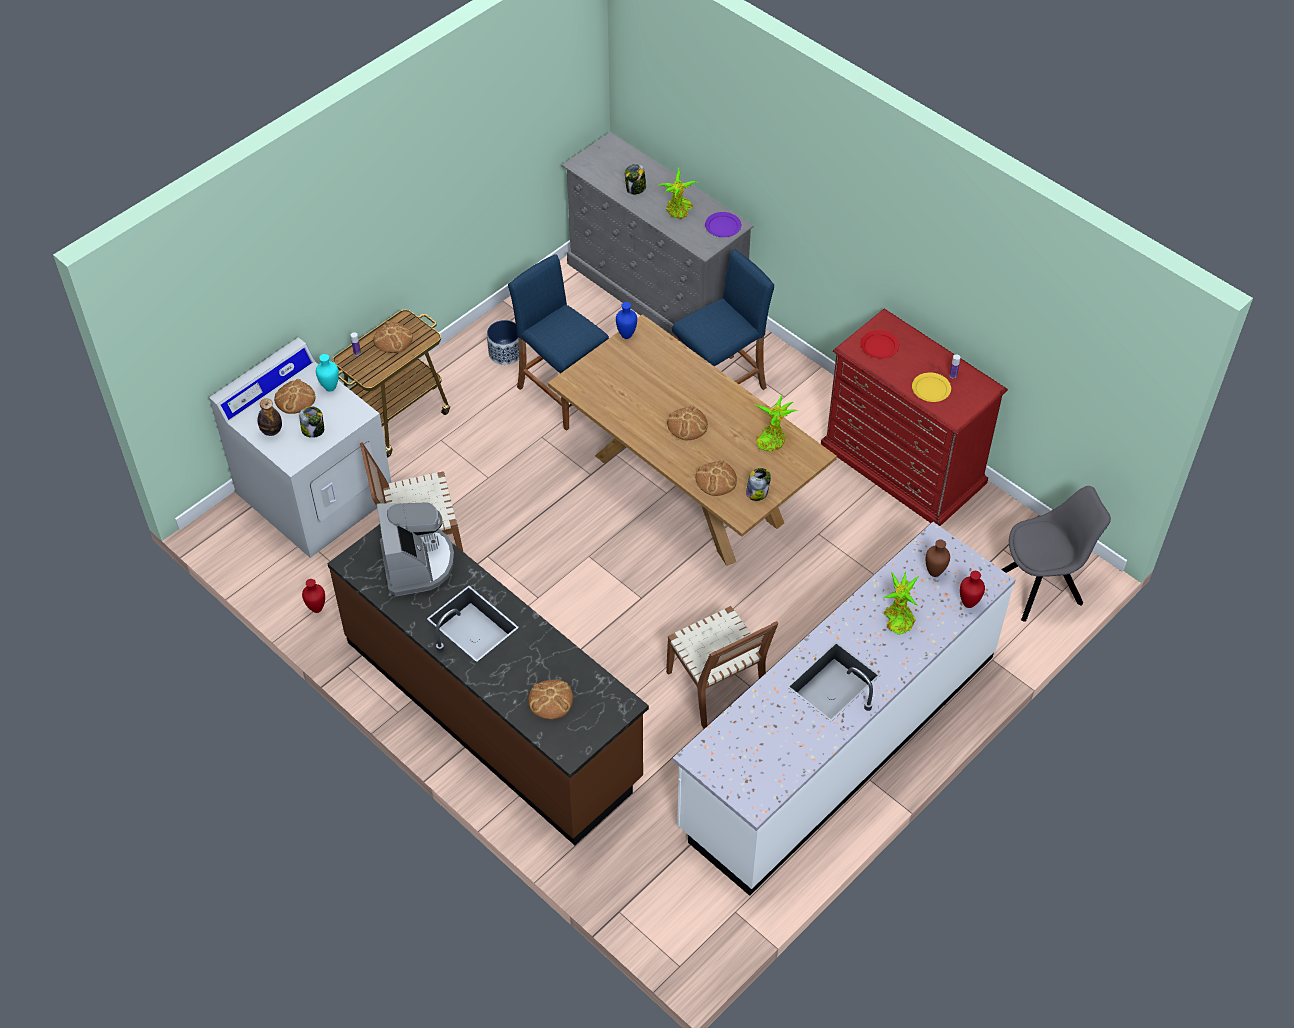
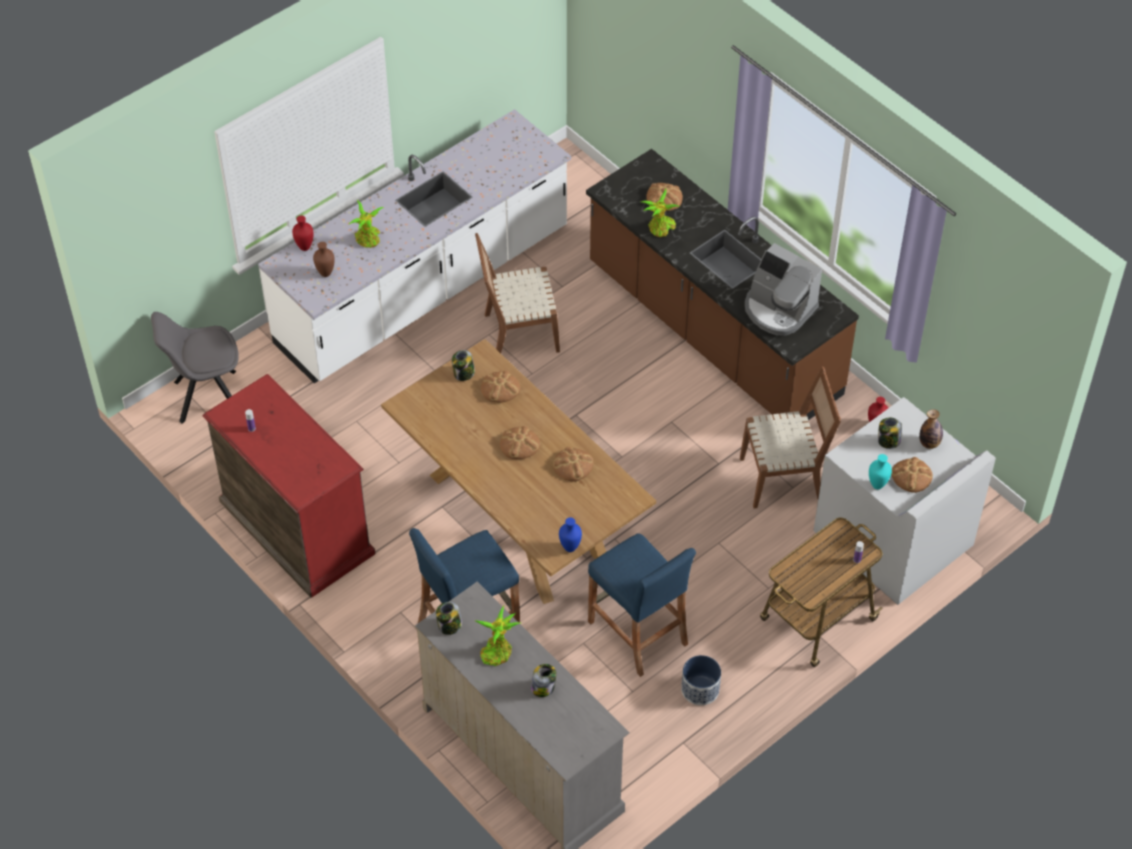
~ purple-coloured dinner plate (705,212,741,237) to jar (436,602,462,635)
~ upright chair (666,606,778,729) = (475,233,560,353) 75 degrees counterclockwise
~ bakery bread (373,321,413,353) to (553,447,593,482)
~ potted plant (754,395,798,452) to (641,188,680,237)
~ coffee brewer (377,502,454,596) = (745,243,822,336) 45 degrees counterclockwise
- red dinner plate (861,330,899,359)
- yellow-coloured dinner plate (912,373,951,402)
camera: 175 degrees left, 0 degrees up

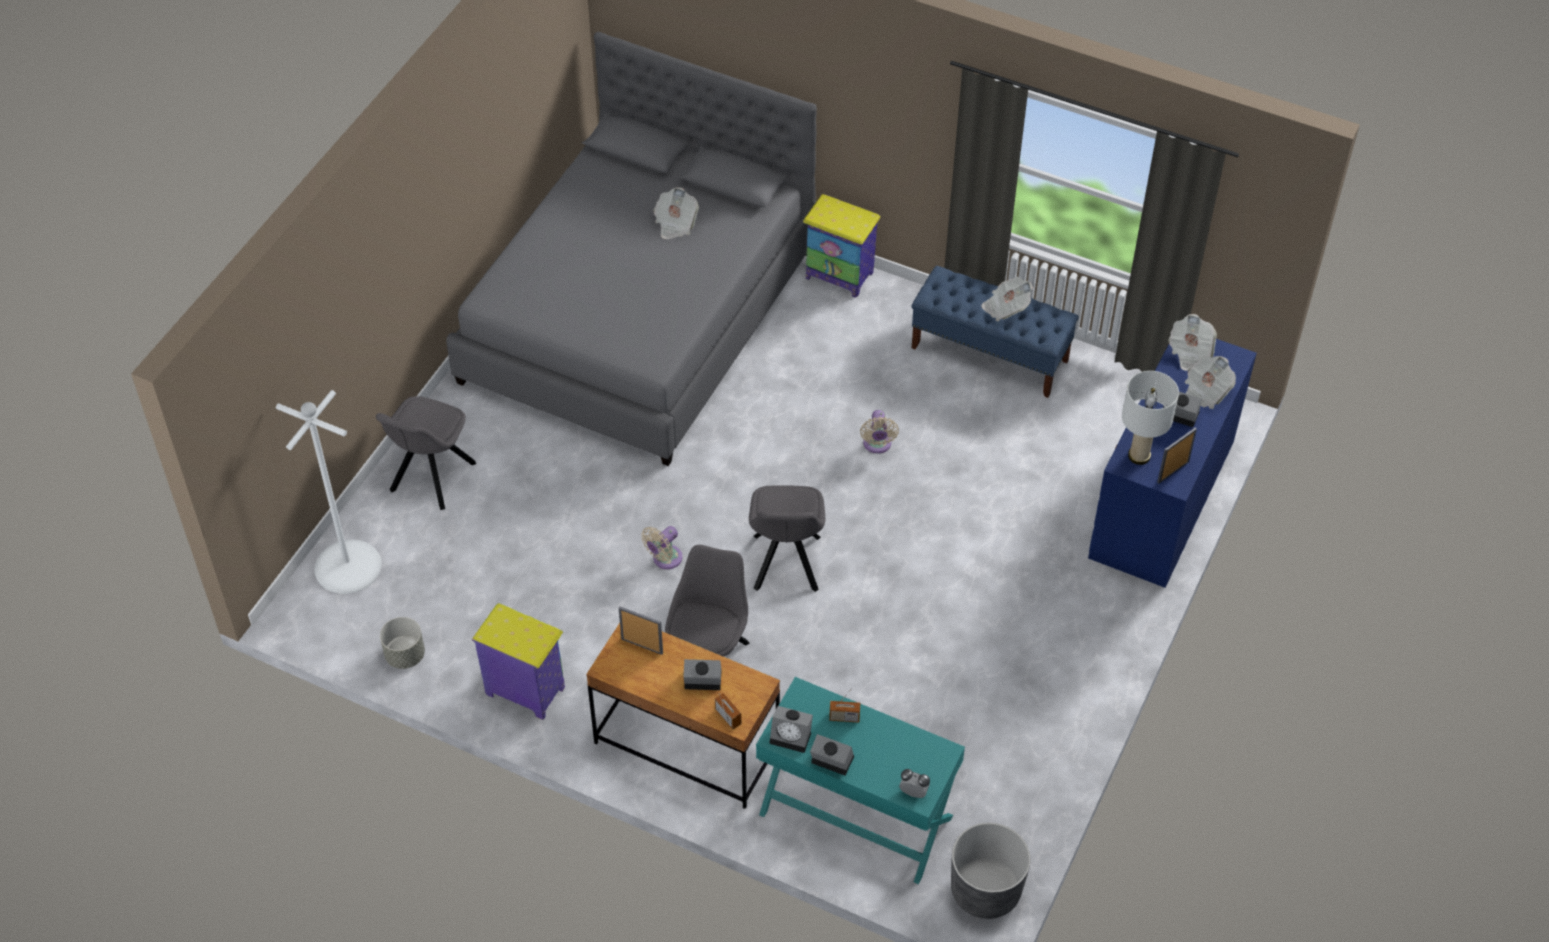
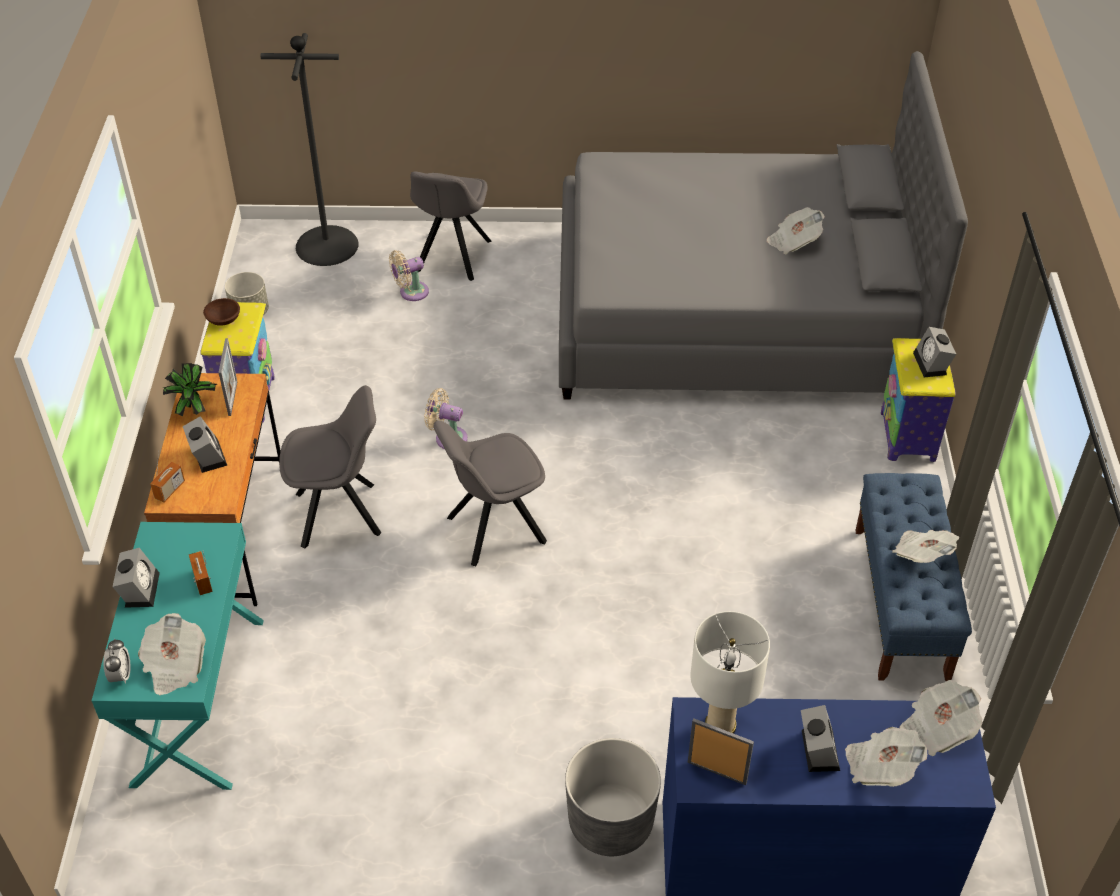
+ printed paper (138,613,206,695)
+ potted plant (163,363,217,416)
+ brown-coloured bowl (203,298,240,326)
~ whitish garment rack (276,390,382,594) to blackish garment rack (261,33,358,266)
~ beige cooling fan (860,410,899,453) to (389,250,429,301)
~ gray upright chair (376,396,476,510) = (410,171,492,281) 75 degrees counterclockwise
~ gray plant pot (951,823,1030,919) to (565,738,661,856)
~ alarm clock (769,706,813,753) to (913,327,956,377)
camera: 65 degrees right, 5 degrees down

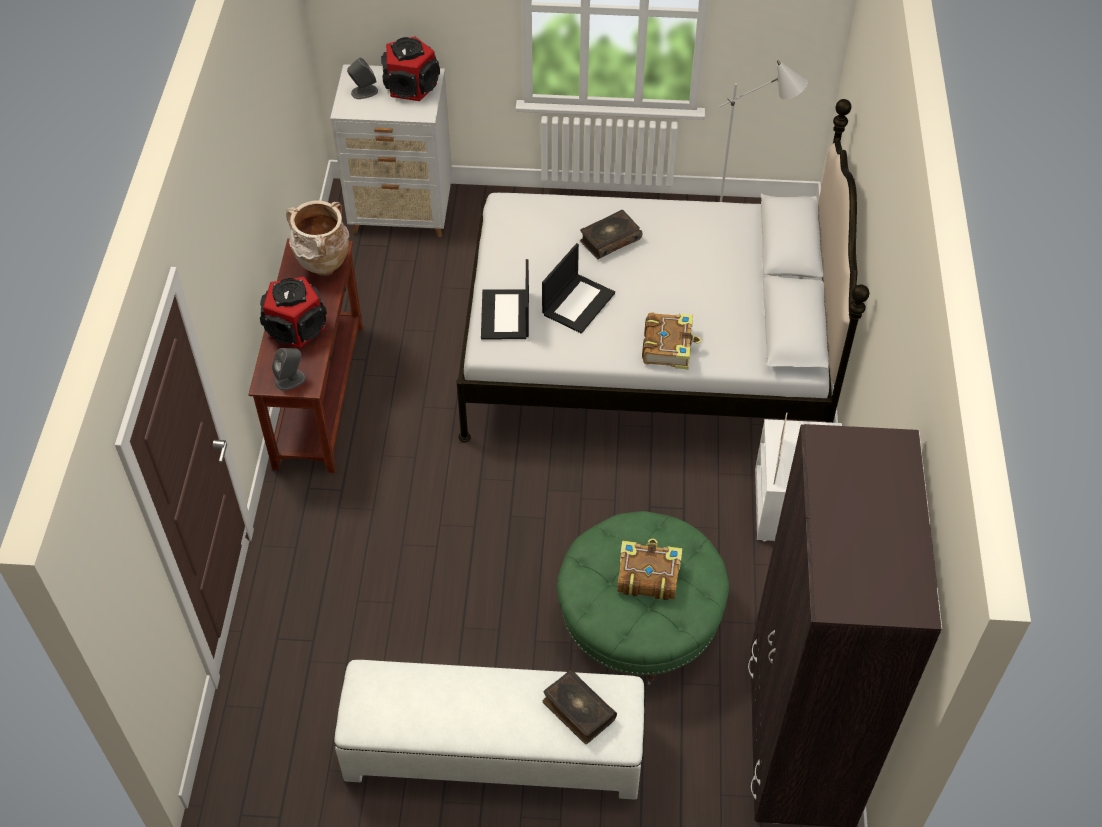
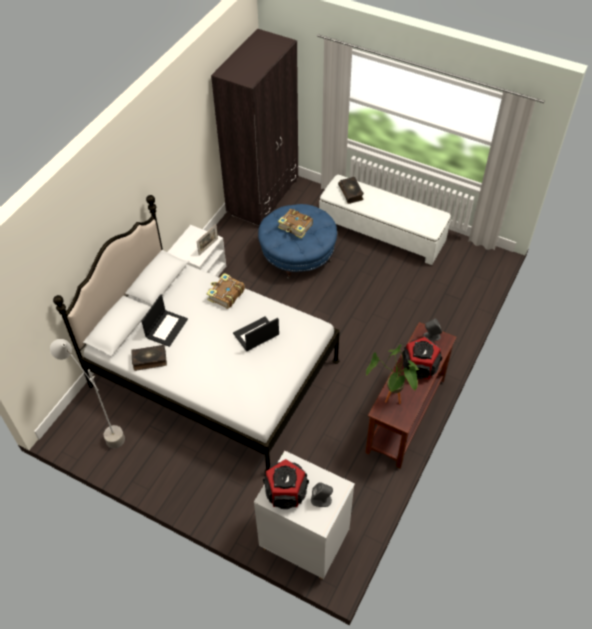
~ bound book (580,210,642,259) to (131,345,167,371)
~ notebook computer (481,259,529,339) to (141,294,188,347)
~ greenish footrest (557,511,729,686) to bluish footrest (258,204,337,279)
~ beige decorative vase (286,200,349,276) to potted plant (366,344,419,404)
camera: 155 degrees left, 0 degrees up

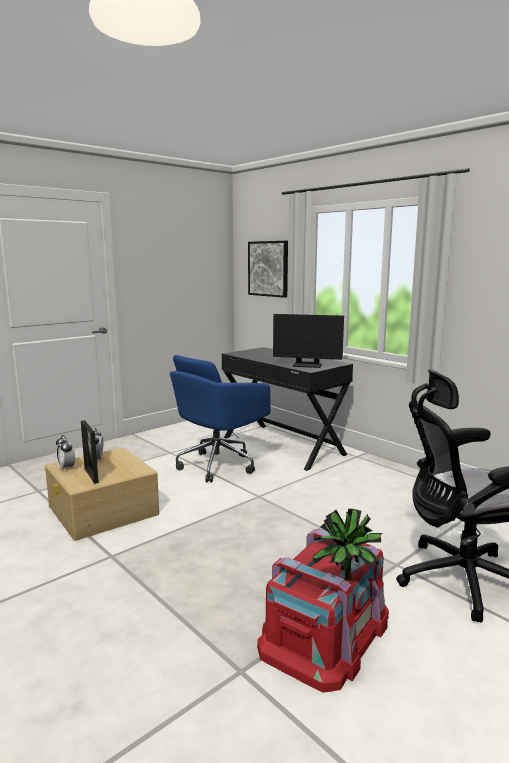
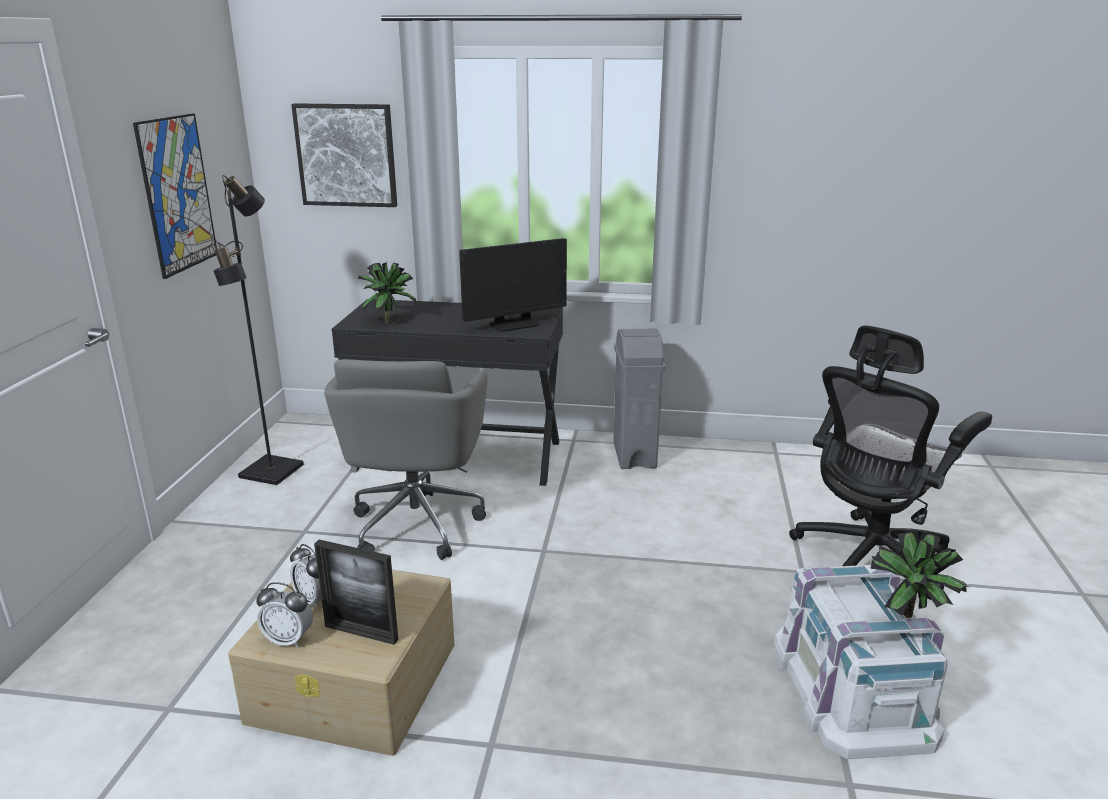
+ wall picture (133,113,217,279)
+ blackish standard lamp (213,175,304,485)
~ bluish desk chair (170,355,270,483) to gray desk chair (324,359,488,560)
+ potted plant (358,262,416,323)
+ gray trash can (613,329,665,469)
~ red storage bin (257,528,389,693) to whitish storage bin (774,565,948,759)
camera: 40 degrees left, 10 degrees up

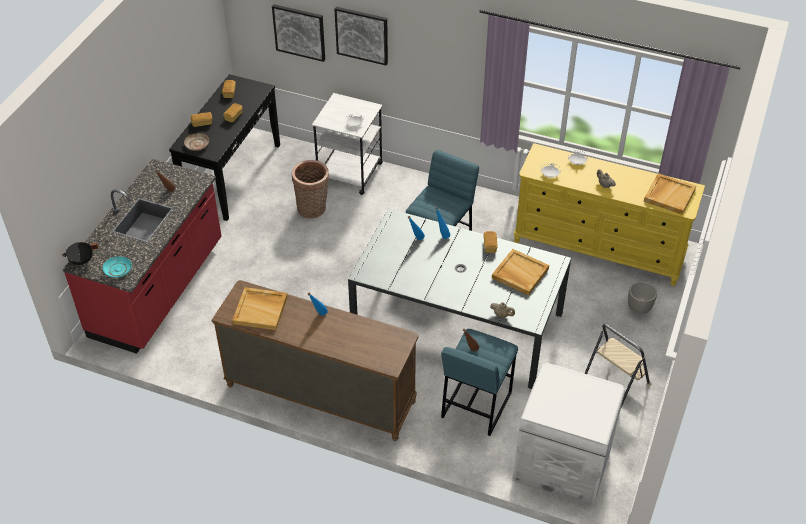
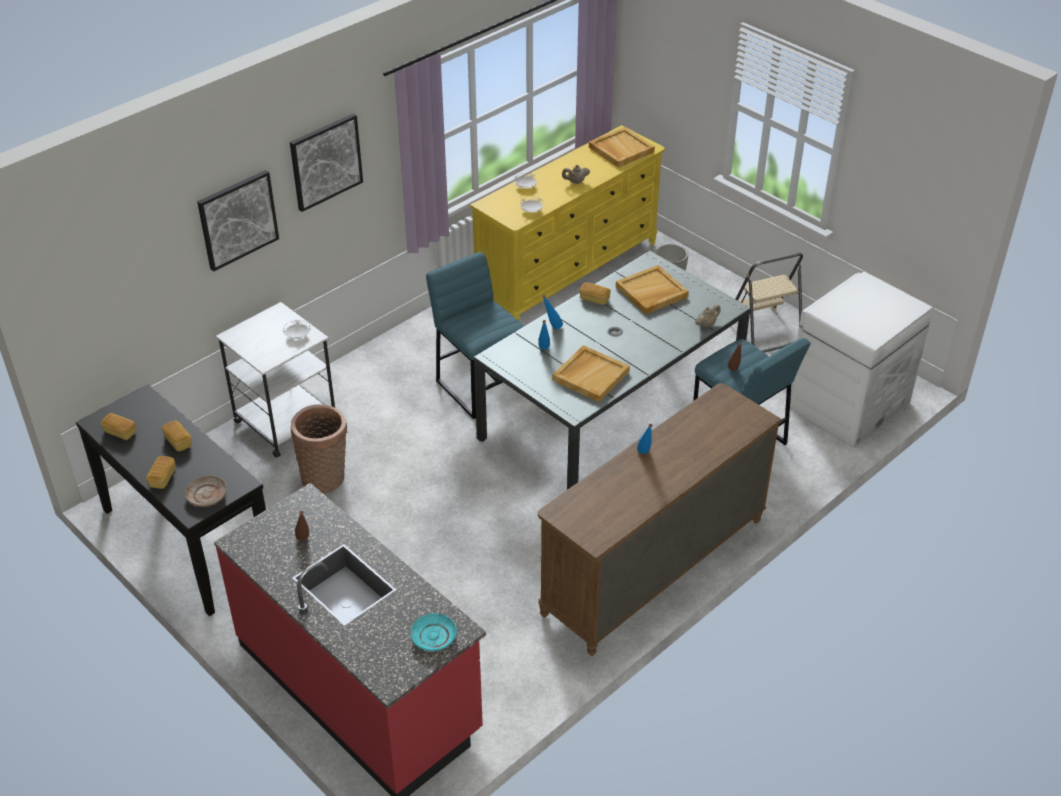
~ wall picture (272,4,325,62) to (290,113,363,212)
~ beige serving tray (232,287,288,330) to (552,345,630,402)
- blackish cooking pot (62,242,99,265)
camera: 65 degrees left, 5 degrees down

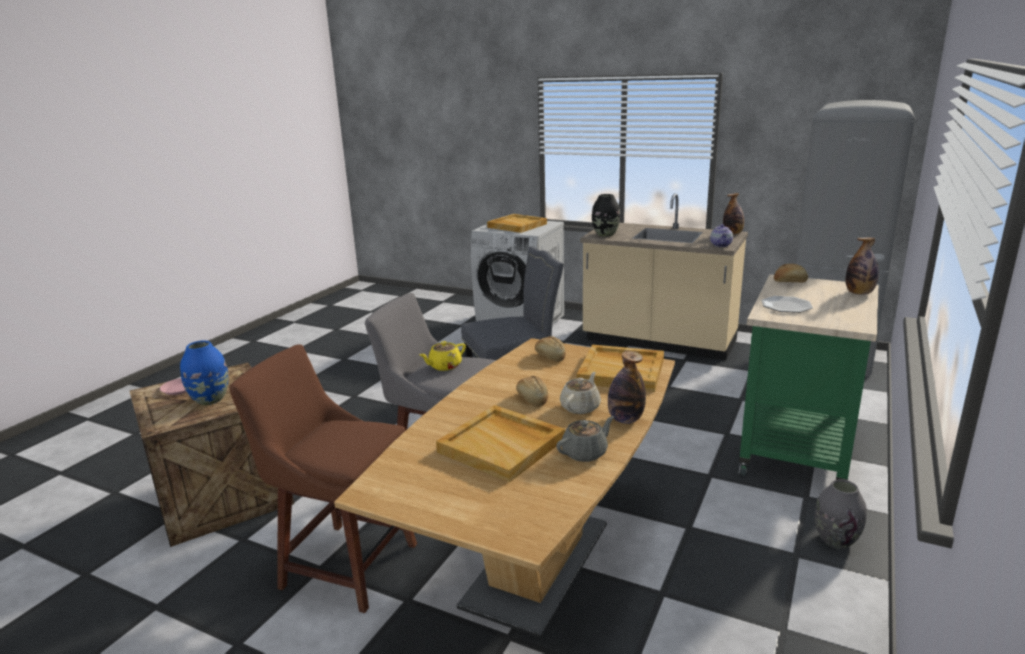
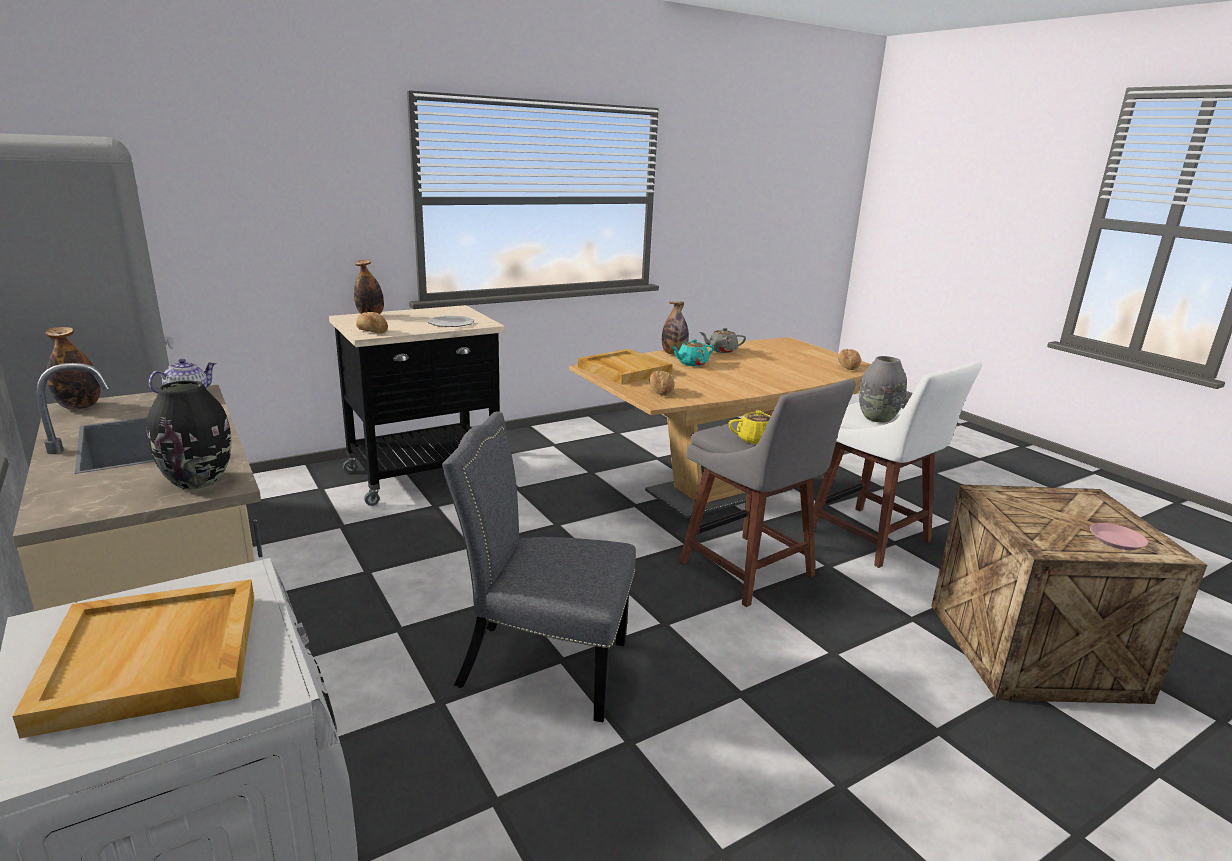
~ greenish trolley (738,274,878,481) to blackish trolley (329,305,505,506)
~ beige tea pot (560,372,601,414) to blue-green tea pot (672,339,714,366)
~ brown-coloured stool (229,344,417,613) to whitish stool (814,361,982,568)
~ bakery bread (516,376,548,407) to (838,349,861,370)
~ gray decorative vase (815,479,867,549) to (859,356,907,423)
- bluish decorative vase (180,340,229,405)
- beige serving tray (436,405,565,482)
camera: 150 degrees left, 0 degrees up

